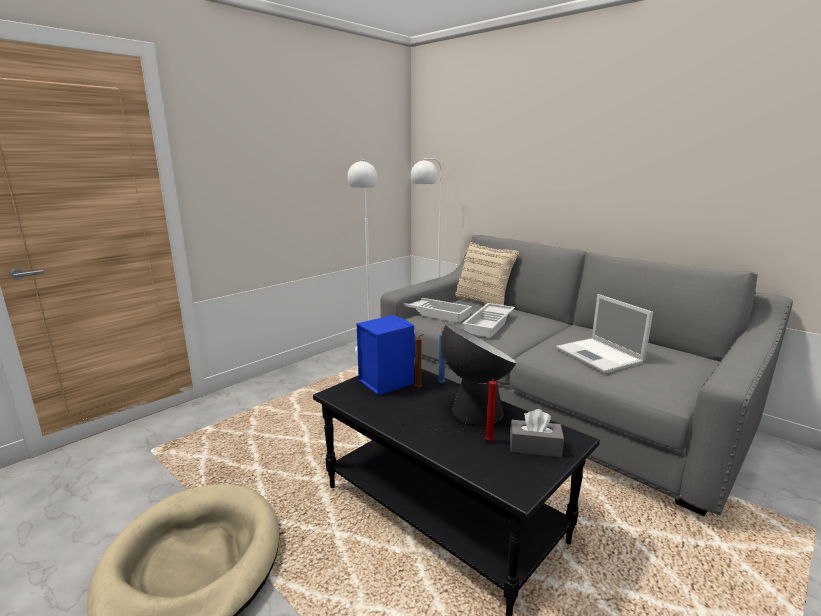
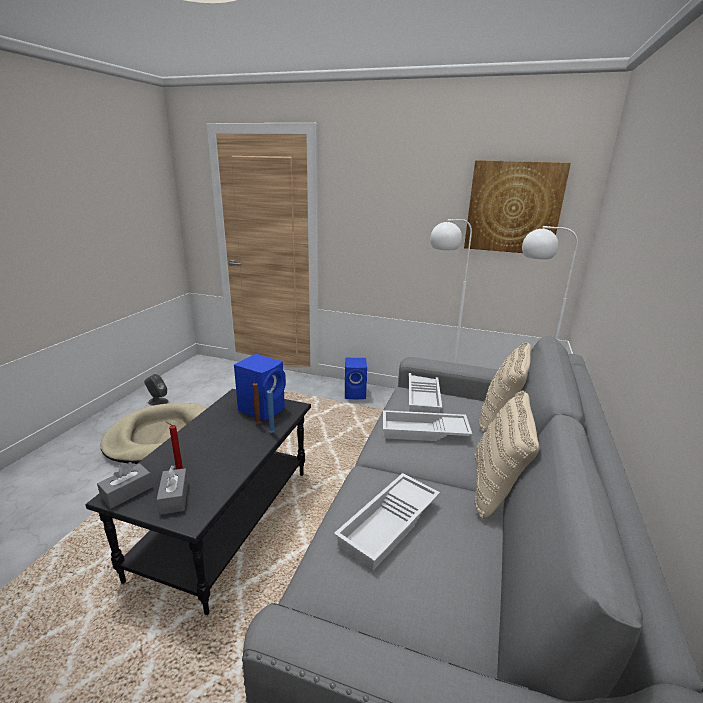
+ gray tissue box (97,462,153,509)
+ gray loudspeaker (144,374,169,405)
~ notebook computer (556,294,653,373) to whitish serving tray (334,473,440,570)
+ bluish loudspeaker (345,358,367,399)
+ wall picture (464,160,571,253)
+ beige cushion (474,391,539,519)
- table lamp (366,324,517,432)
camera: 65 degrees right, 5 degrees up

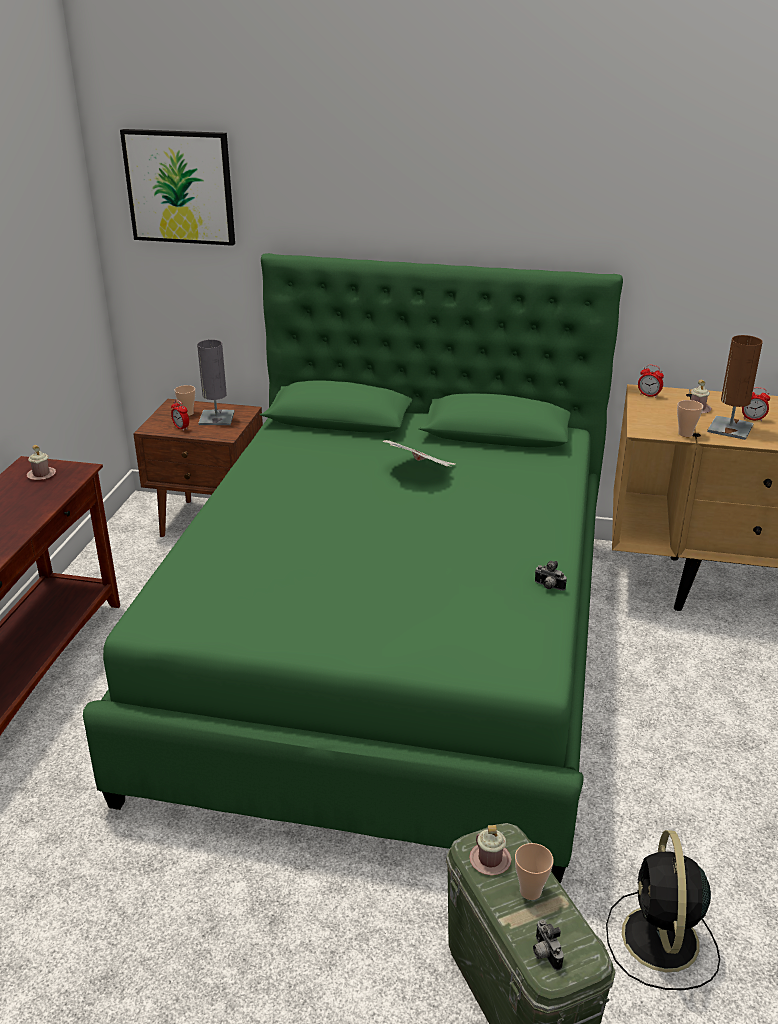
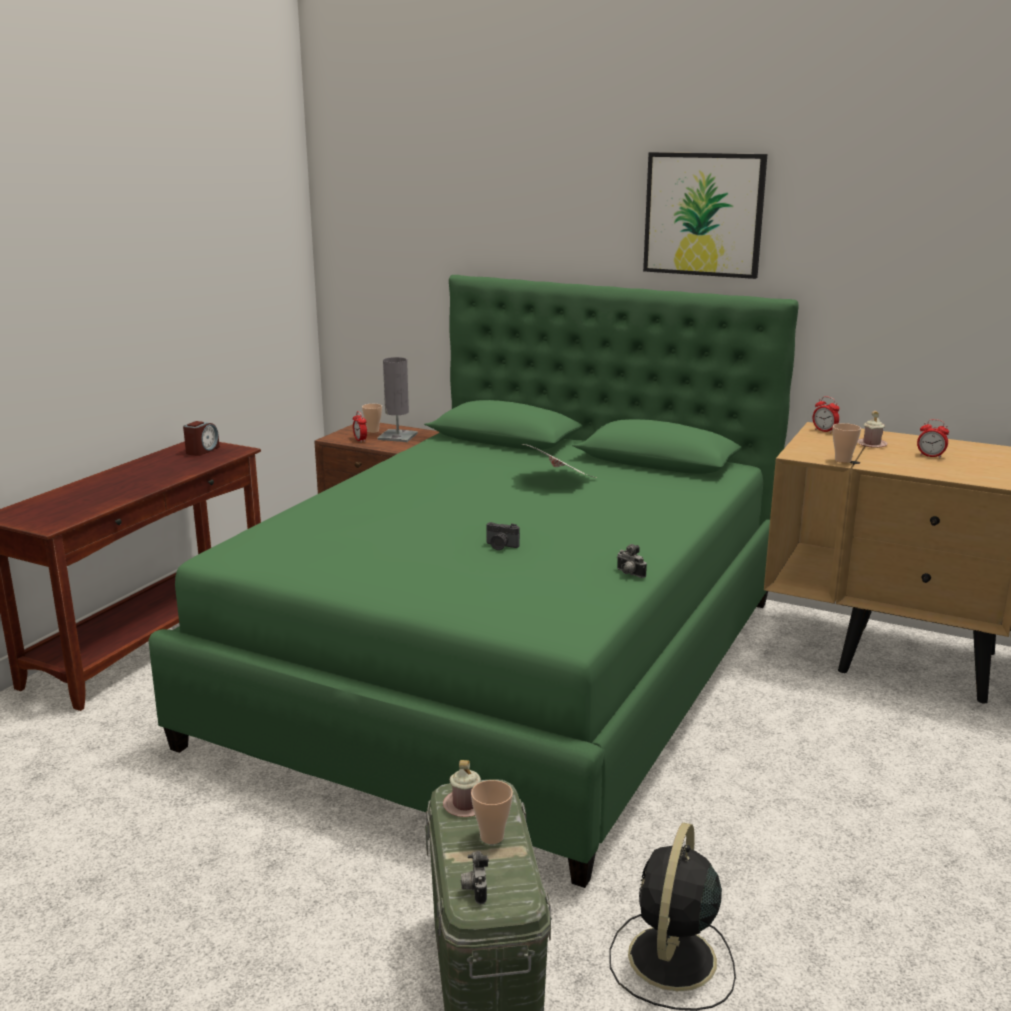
~ pink-coloured tea mug (27,445,56,480) to alarm clock (183,421,220,456)
+ photo camera (486,522,520,550)
~ wall picture (120,129,235,246) to (643,152,768,279)
- brown-coloured table lamp (707,335,763,440)
camera: 15 degrees right, 10 degrees down

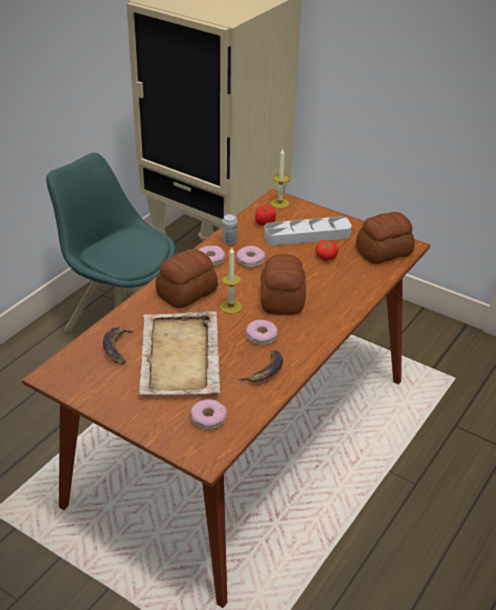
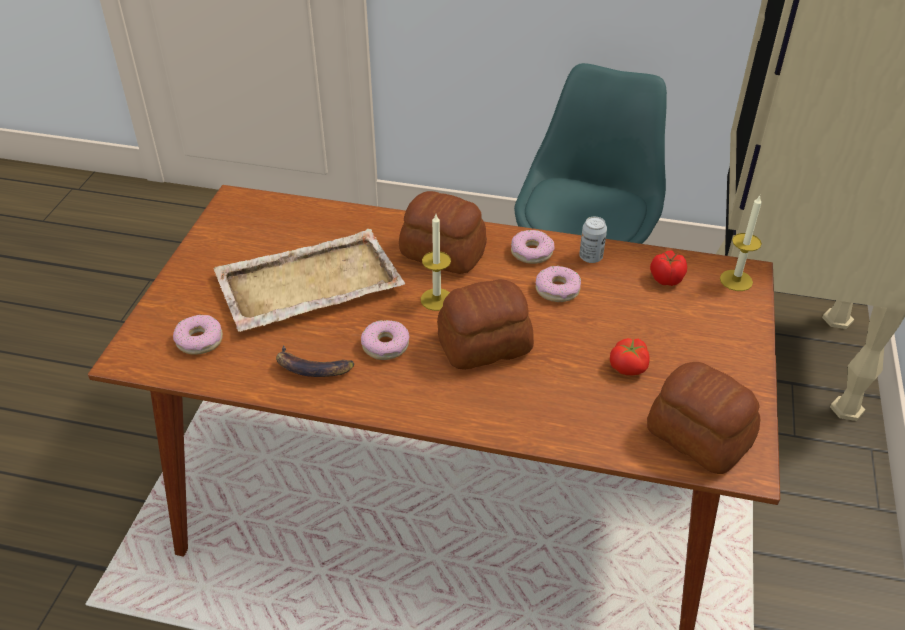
- whole banana (103,327,134,364)
- gray serving tray (264,216,351,245)
camera: 70 degrees right, 5 degrees up

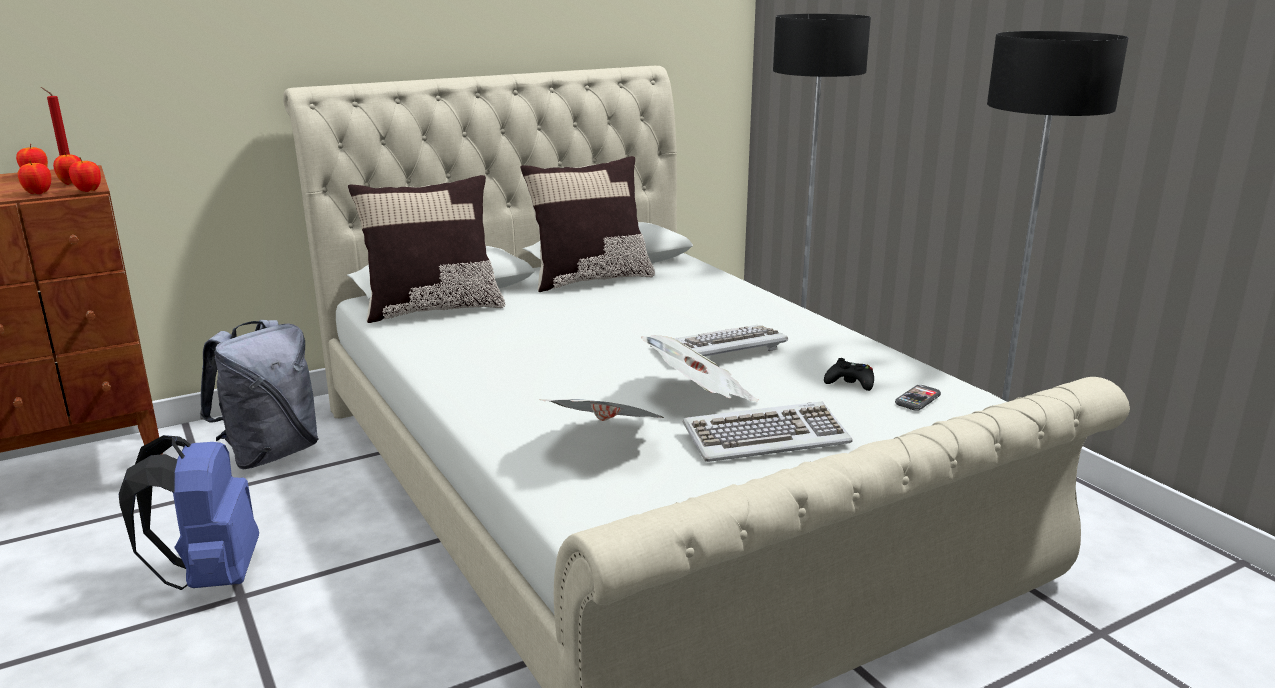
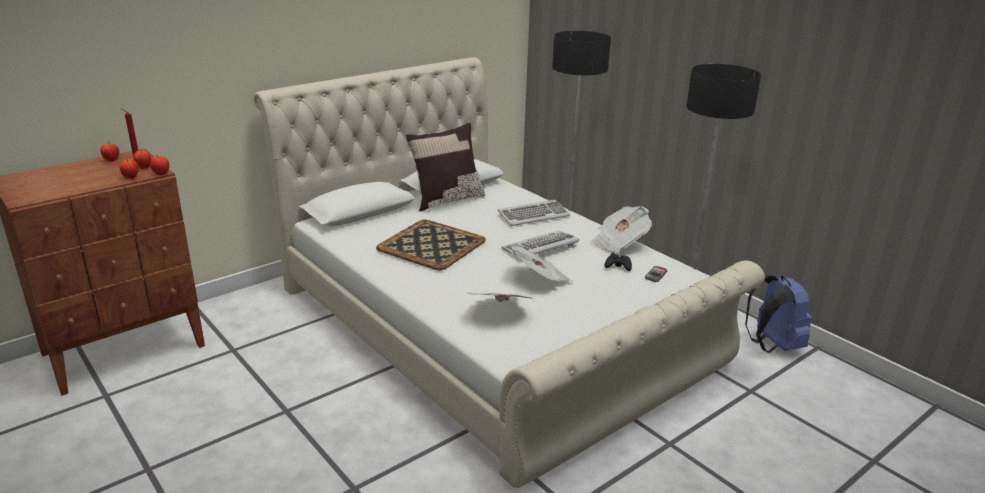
+ serving tray (376,220,486,270)
~ keyboard (683,402,853,462) to (498,200,570,226)
+ printed paper (590,206,652,252)
~ bluish rucksack (119,435,259,590) to (745,275,812,353)
- gray rucksack (200,320,319,469)
- cushion (348,175,506,323)
camera: 10 degrees left, 5 degrees up

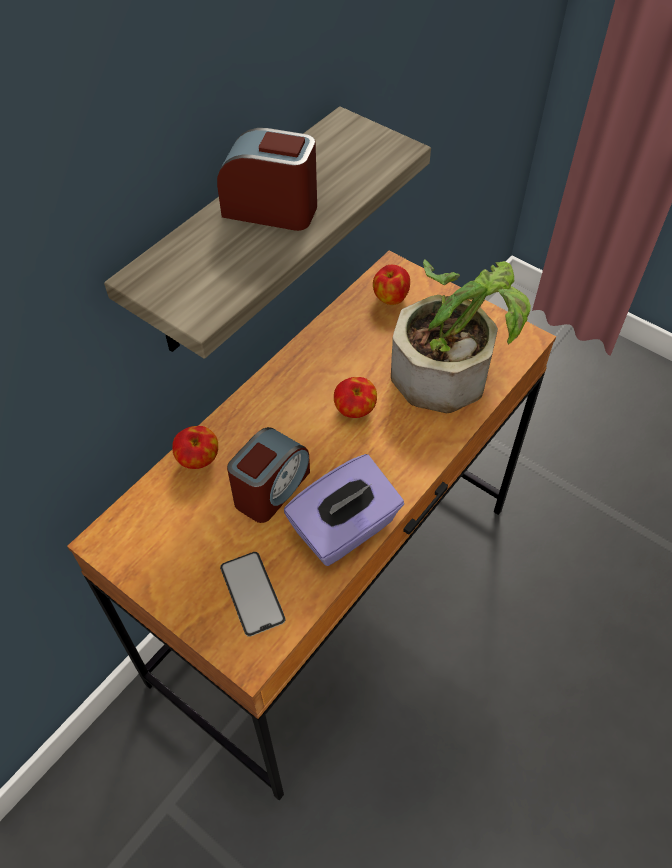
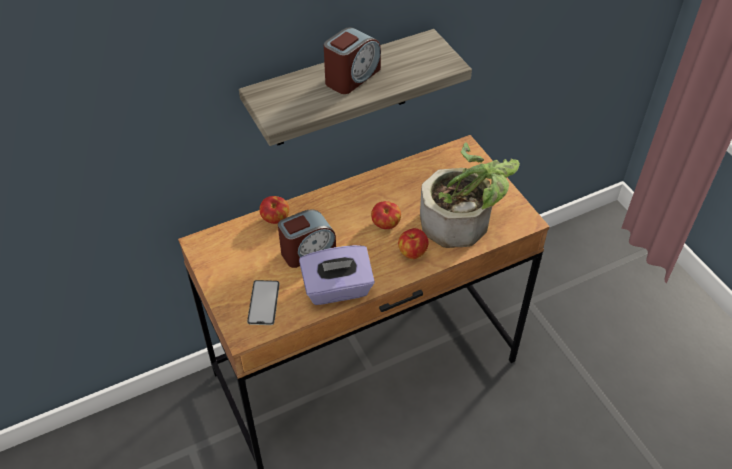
~ alarm clock (217,128,317,231) = (324,27,381,94) 90 degrees clockwise
~ apple (373,265,410,305) to (398,228,429,259)
camera: 25 degrees right, 5 degrees down

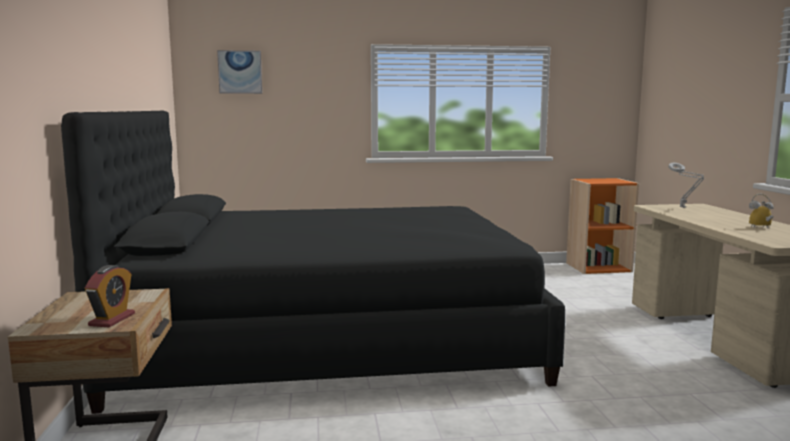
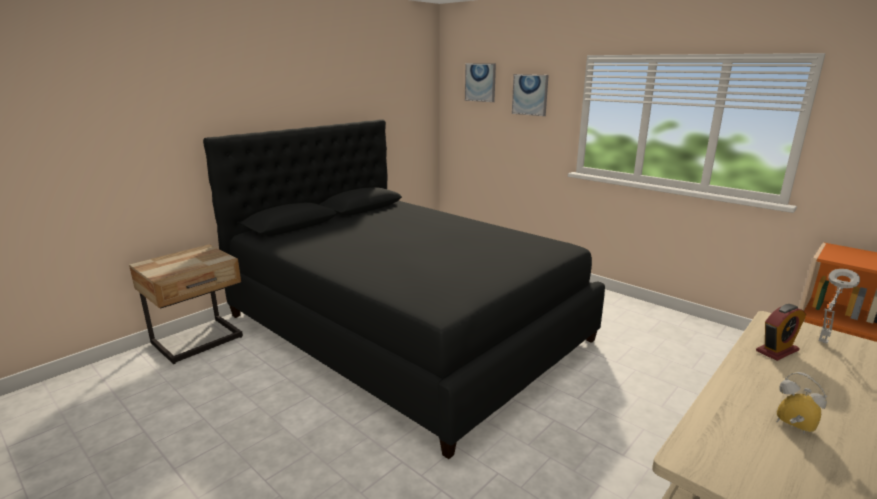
+ wall picture (512,74,549,116)
~ alarm clock (85,265,135,327) to (756,304,806,361)
camera: 50 degrees right, 10 degrees up

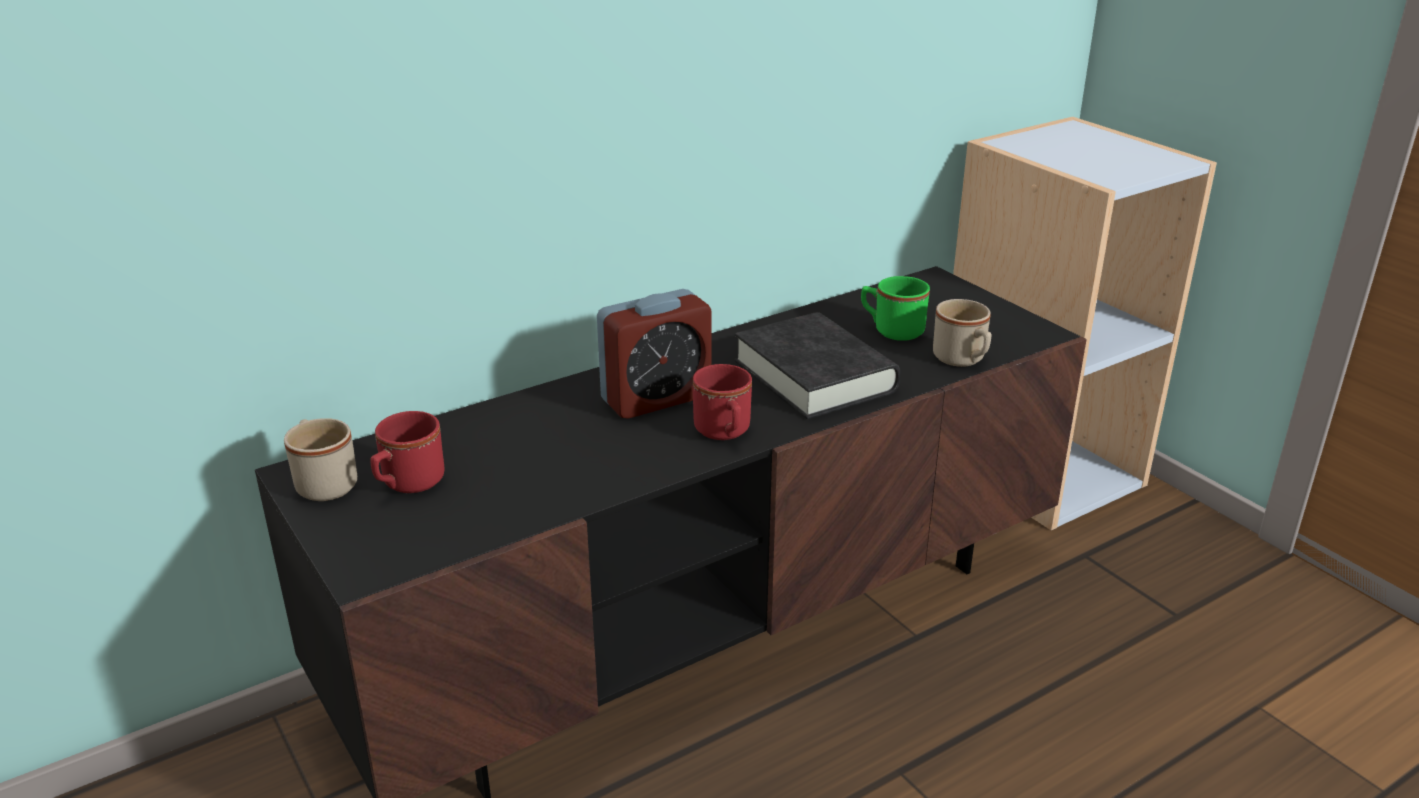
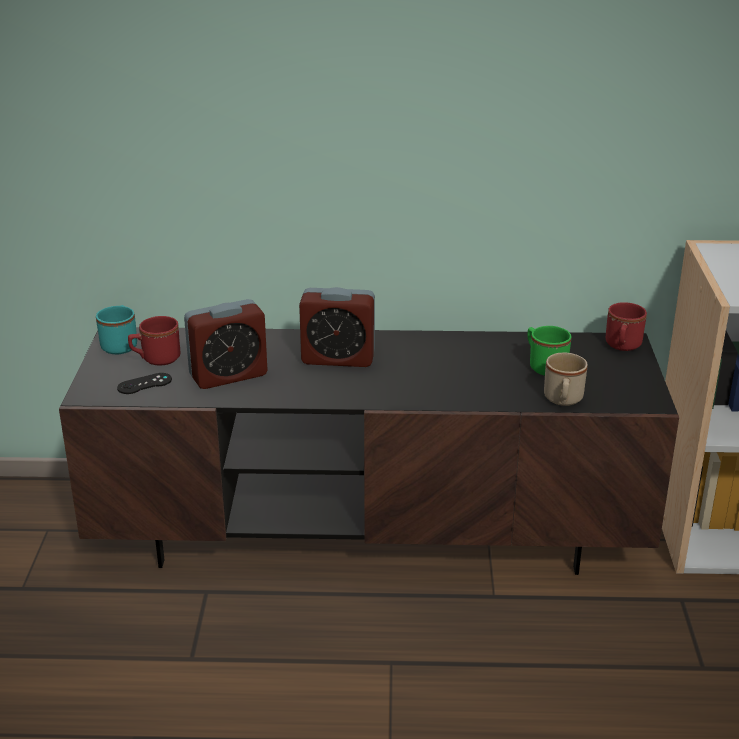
~ beige tea mug (284,418,357,501) to blue-green tea mug (96,305,137,354)
+ blackish joypad (117,373,172,394)
+ alarm clock (184,299,268,389)
~ red tea mug (693,364,752,440) to (606,302,647,351)
- blackish bound book (735,312,900,419)
camera: 35 degrees right, 0 degrees up

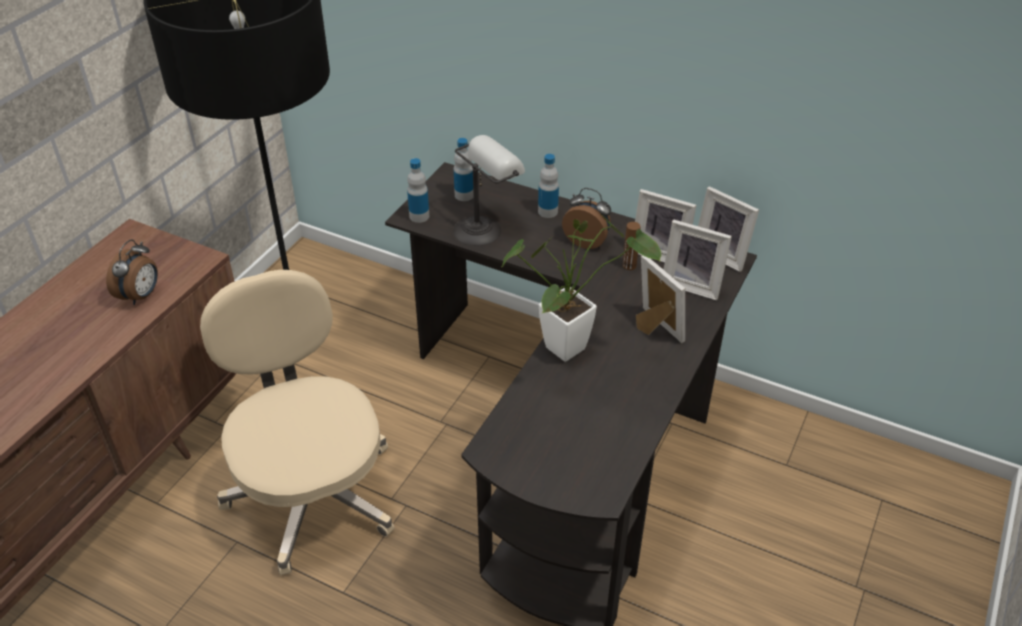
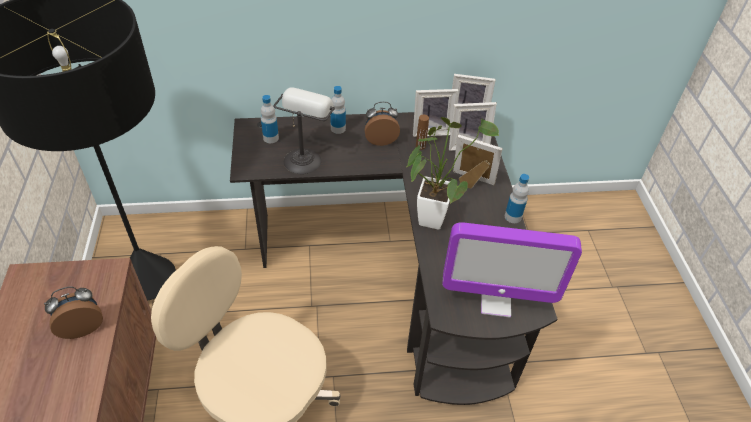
~ alarm clock (106,239,158,305) = (44,286,103,339) 105 degrees counterclockwise
+ monitor (442,222,582,318)
~ beverage bottle (407,158,429,223) to (505,174,529,223)
camera: 35 degrees left, 5 degrees up

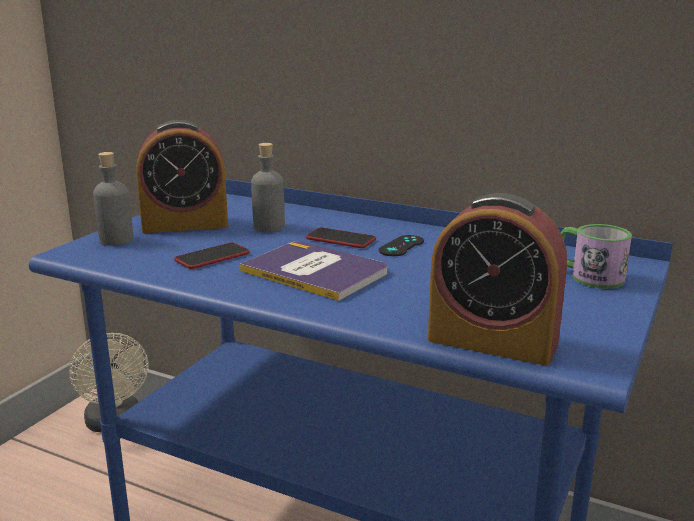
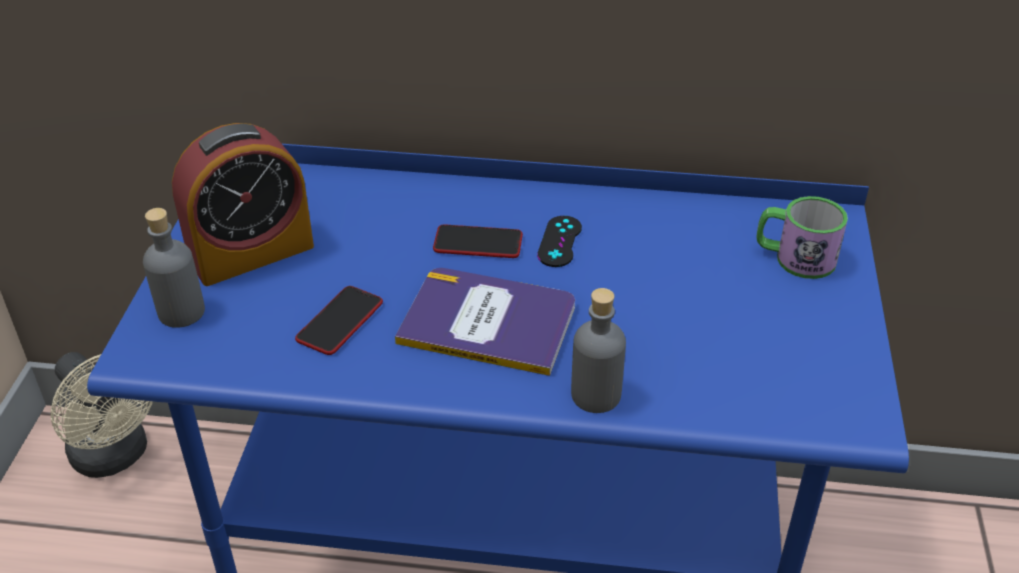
~ gray beverage bottle (251,143,285,232) to (571,288,626,413)
- alarm clock (428,193,567,366)
camera: 20 degrees left, 20 degrees up

